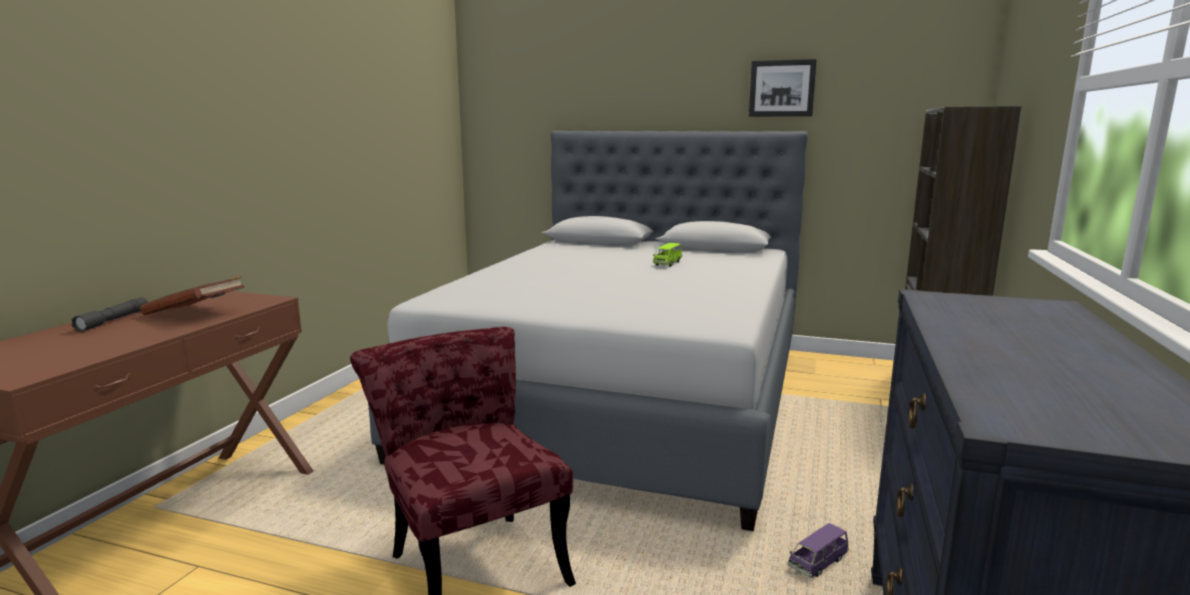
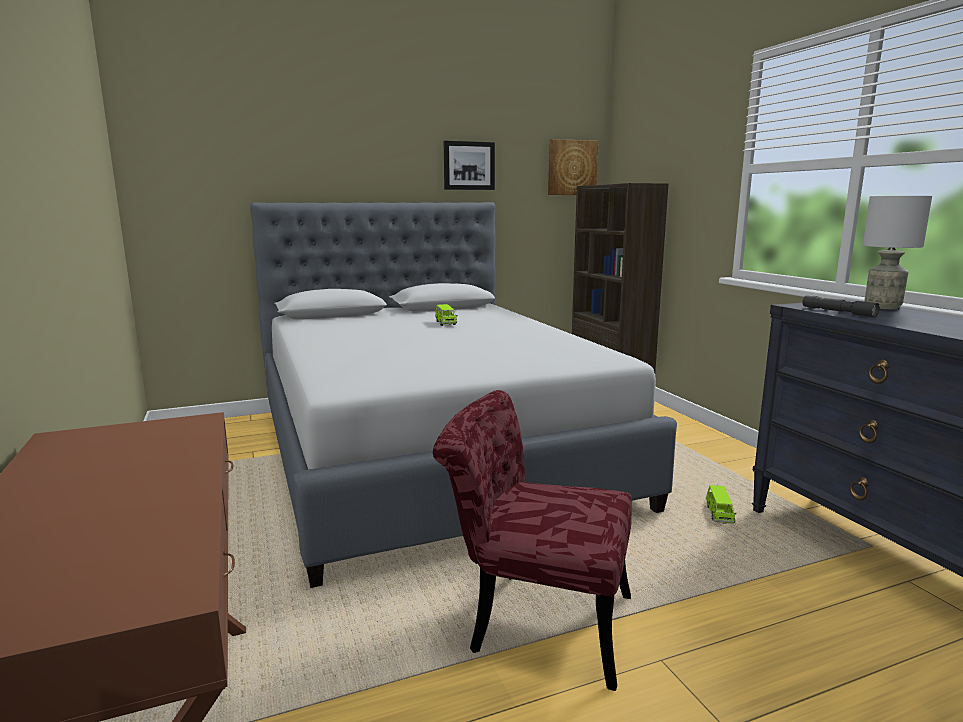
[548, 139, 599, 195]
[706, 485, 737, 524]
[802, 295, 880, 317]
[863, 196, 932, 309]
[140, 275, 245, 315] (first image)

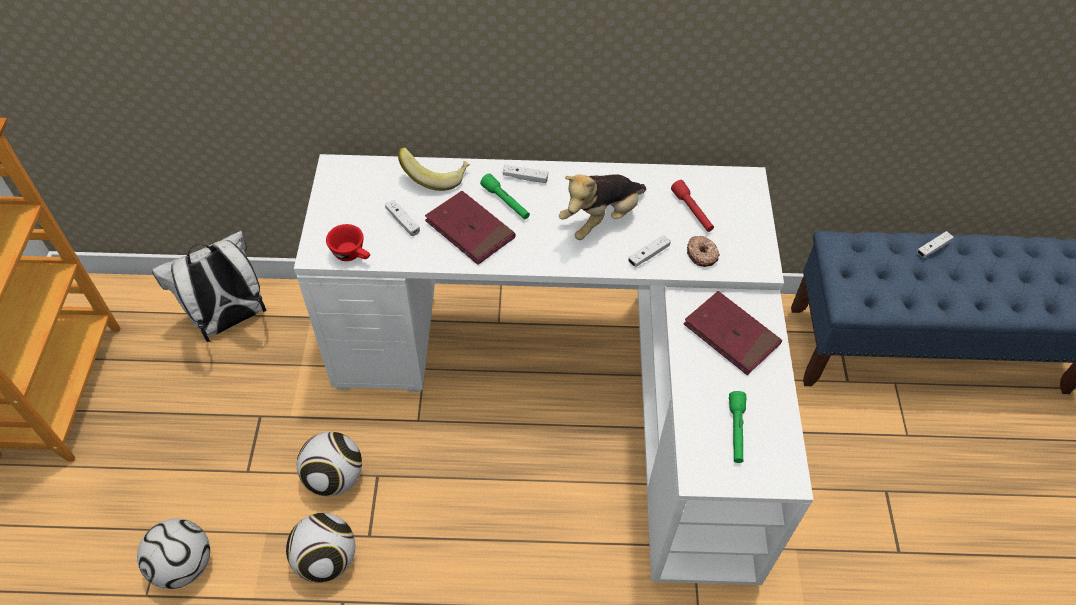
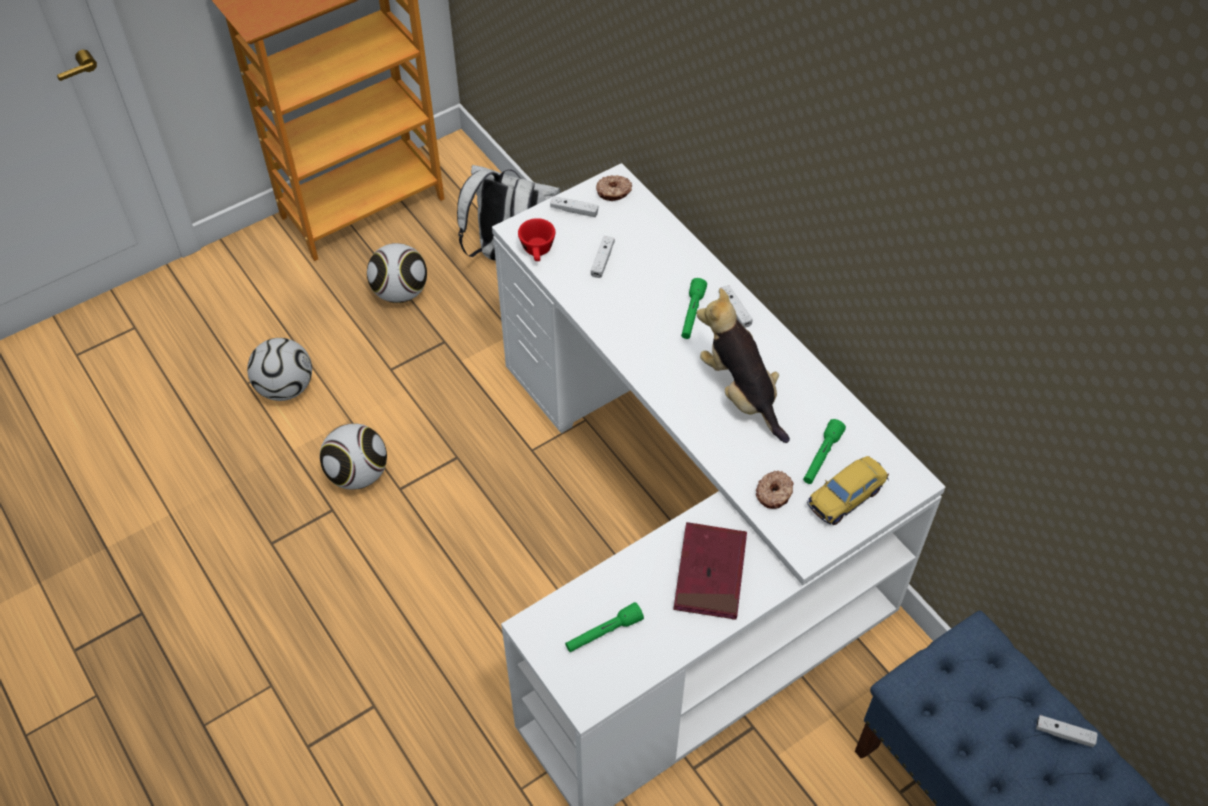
[367, 243, 427, 303]
[550, 196, 599, 217]
[596, 175, 632, 201]
[696, 288, 790, 443]
[803, 419, 846, 484]
[807, 456, 889, 525]
[398, 147, 470, 191] (first image)
[425, 191, 515, 265] (first image)

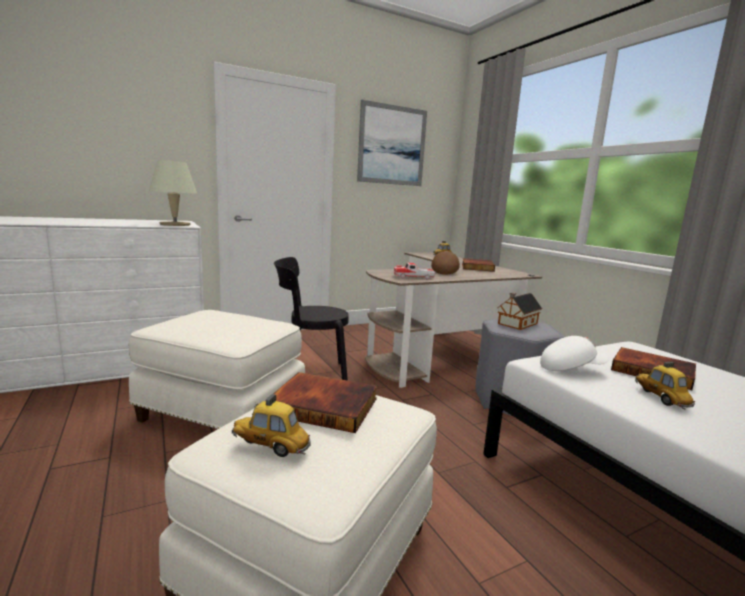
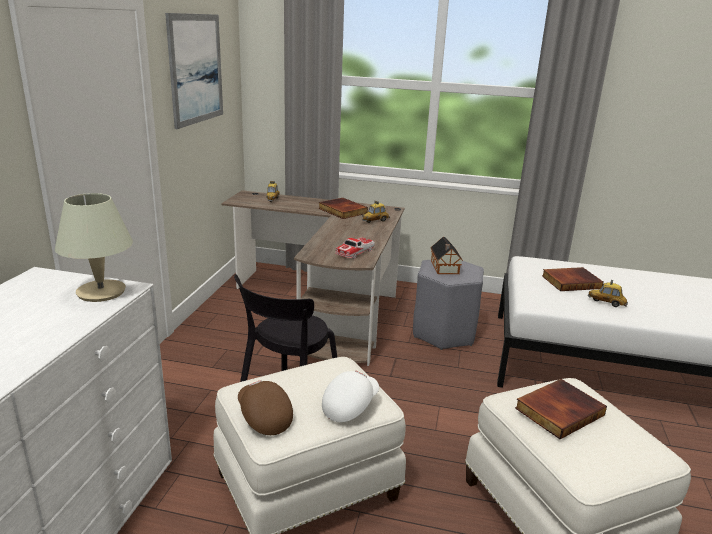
[238, 380, 293, 435]
[322, 371, 379, 422]
[362, 201, 390, 223]

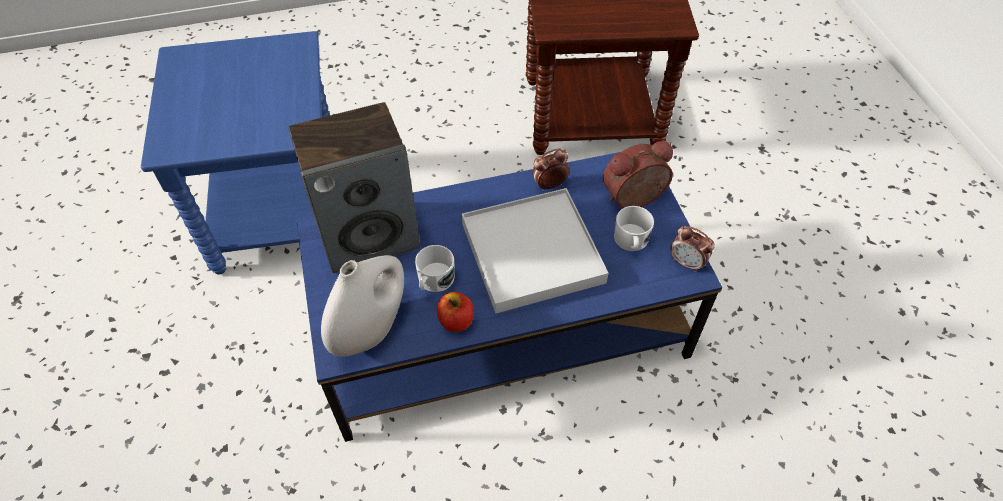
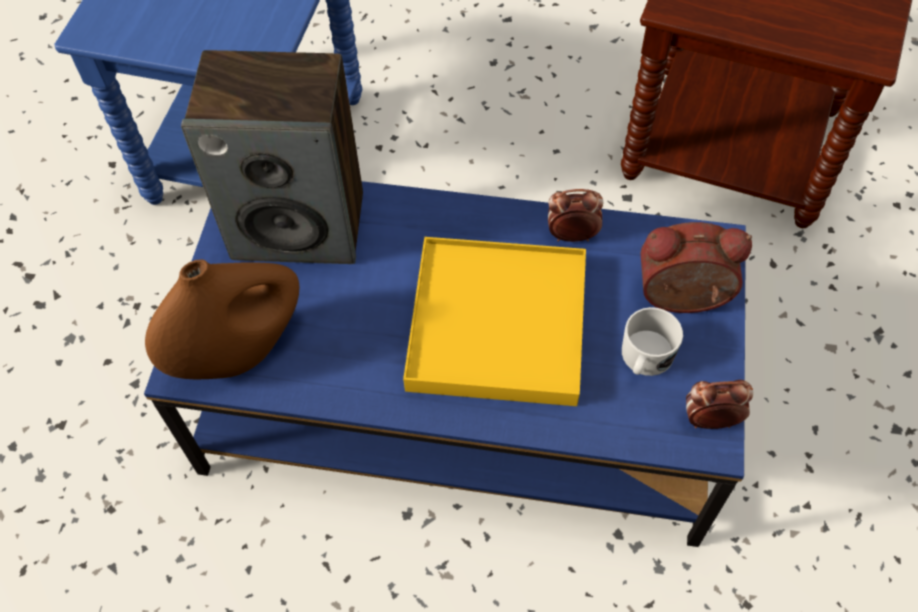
[145, 259, 299, 379]
[403, 237, 586, 406]
[686, 380, 753, 429]
[415, 245, 454, 292] (first image)
[437, 292, 474, 332] (first image)

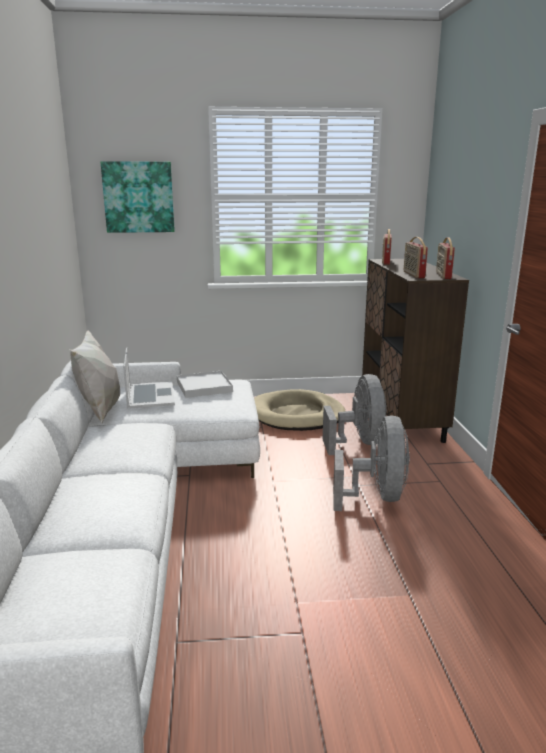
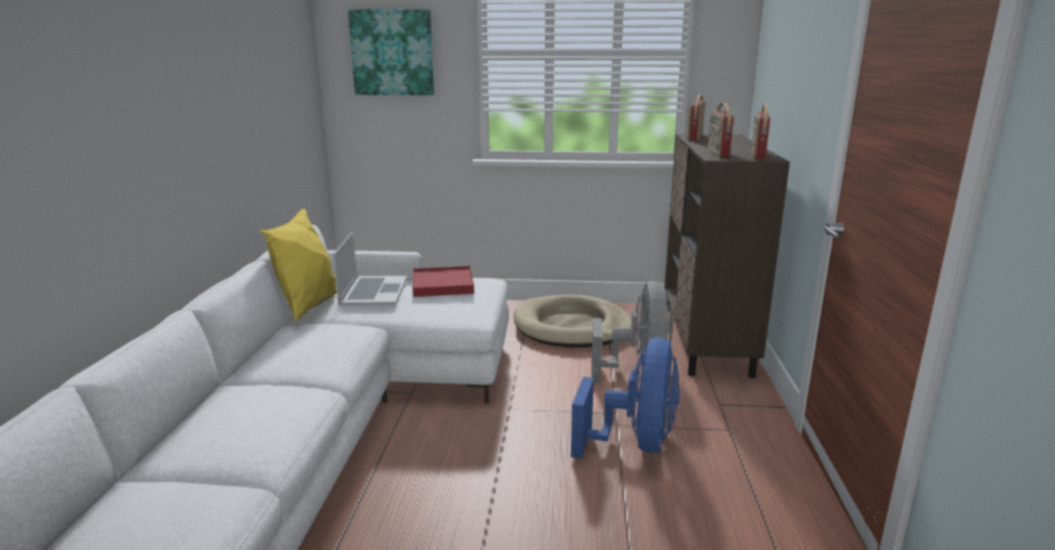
[260, 209, 337, 323]
[413, 266, 474, 297]
[571, 338, 680, 459]

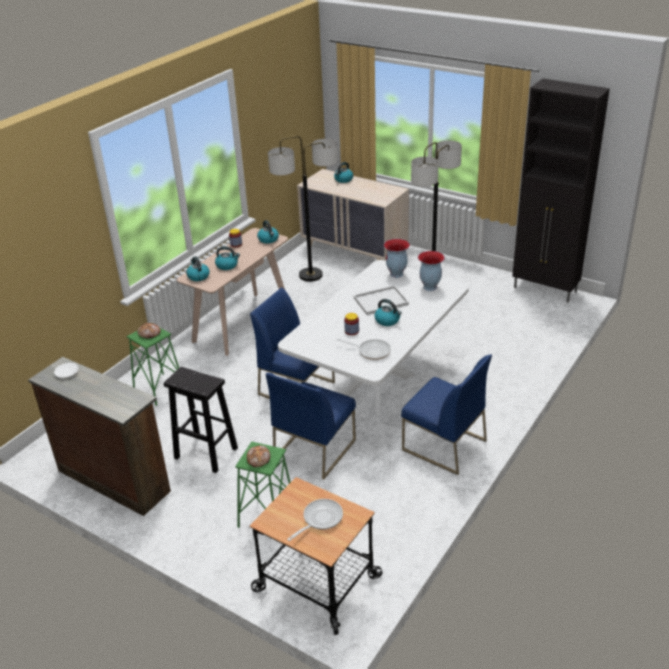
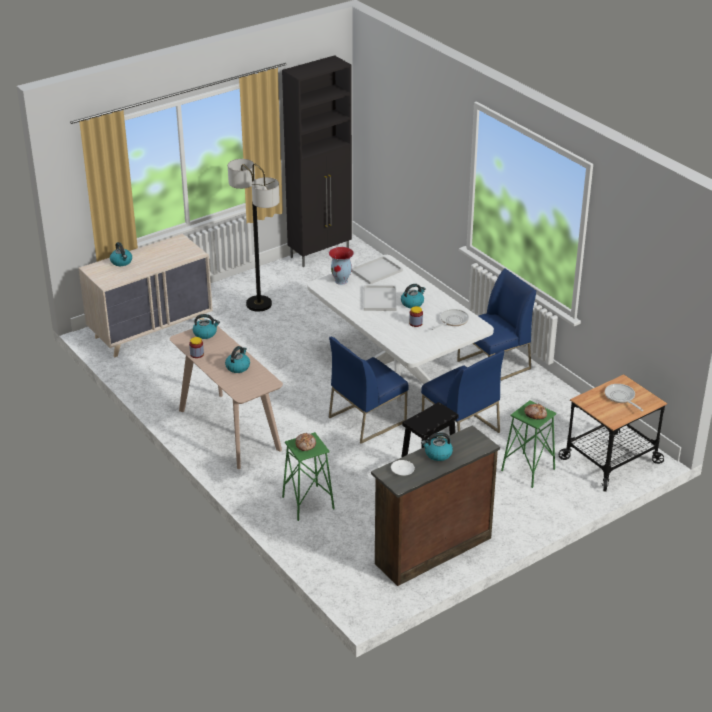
[351, 256, 403, 284]
[421, 432, 453, 461]
[268, 136, 338, 282] (first image)

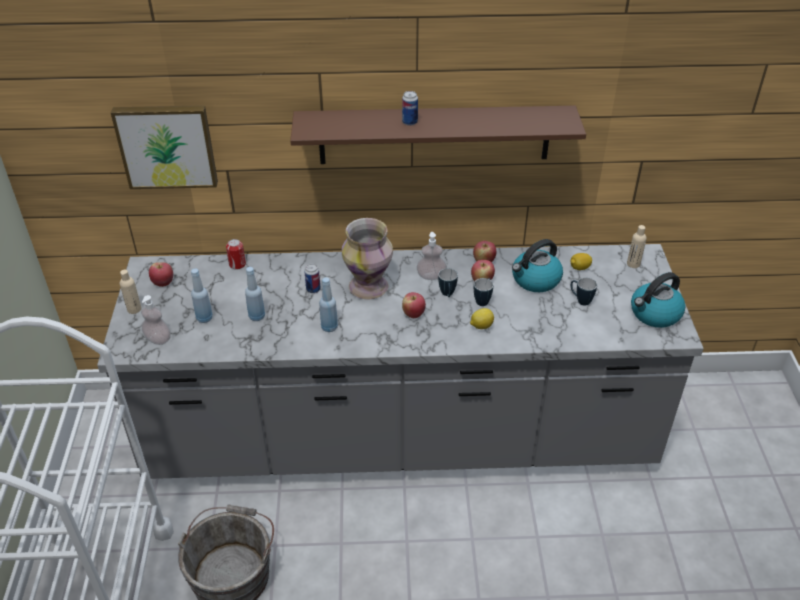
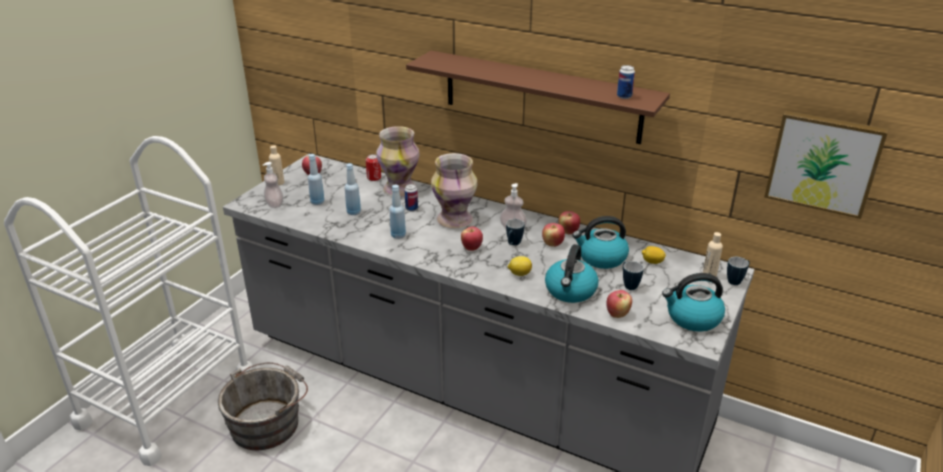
[376, 126, 420, 196]
[545, 244, 599, 303]
[606, 290, 632, 318]
[617, 65, 635, 99]
[727, 257, 750, 285]
[764, 111, 888, 219]

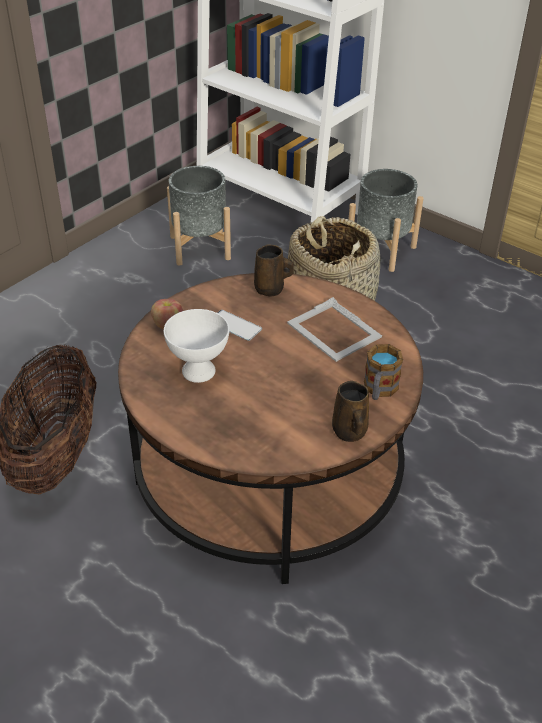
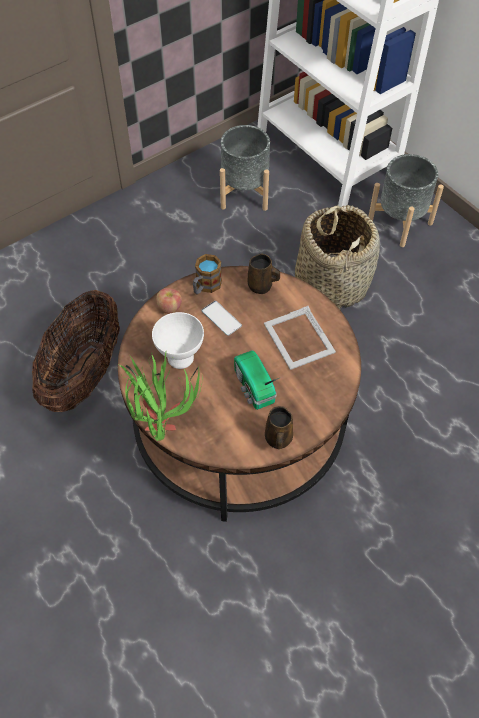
[118, 352, 203, 441]
[193, 254, 222, 295]
[234, 350, 279, 410]

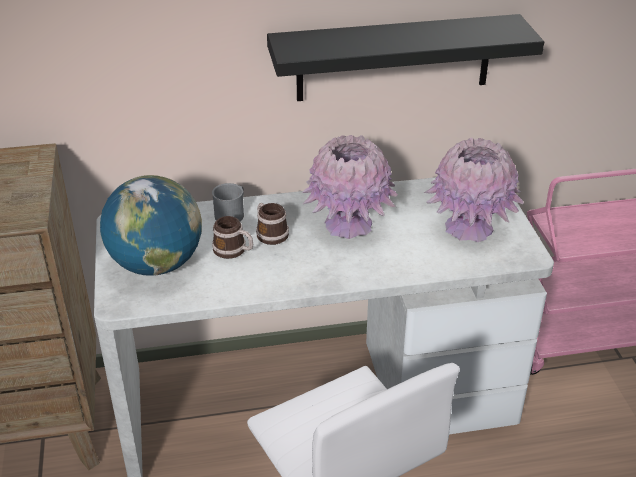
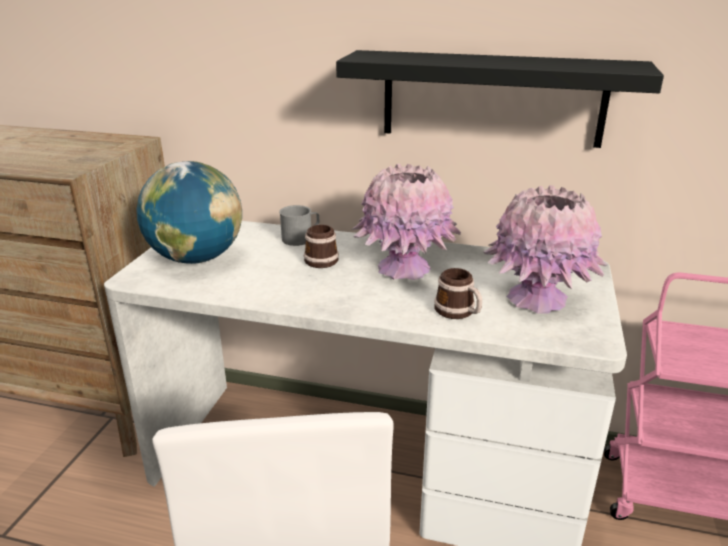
[434, 268, 482, 319]

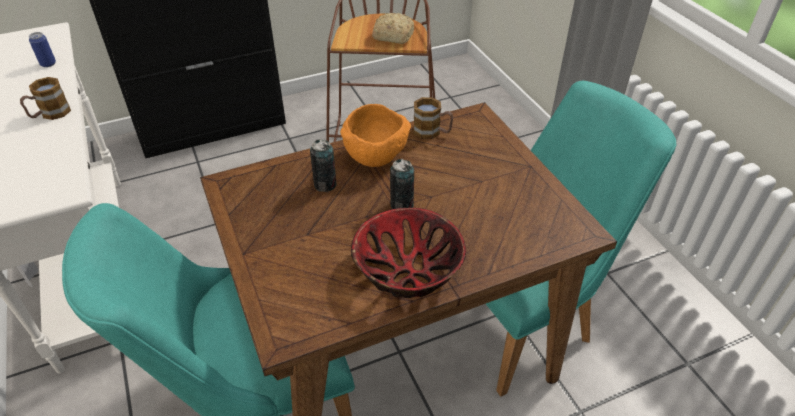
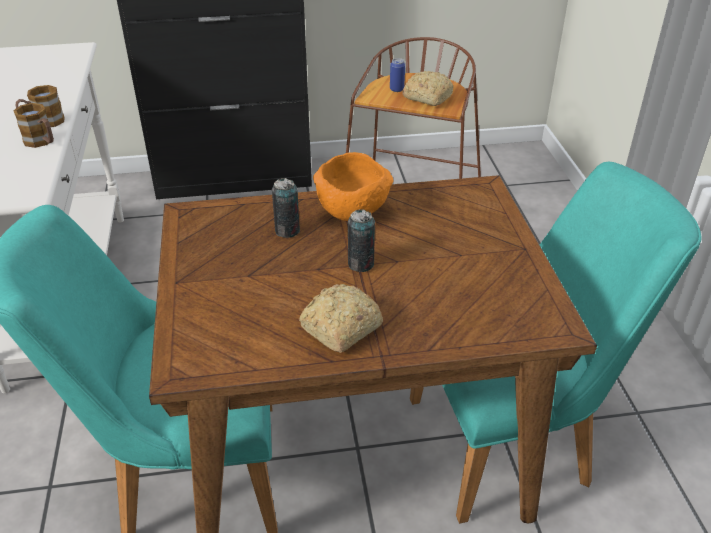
[13, 103, 54, 148]
[299, 284, 383, 353]
[390, 58, 405, 92]

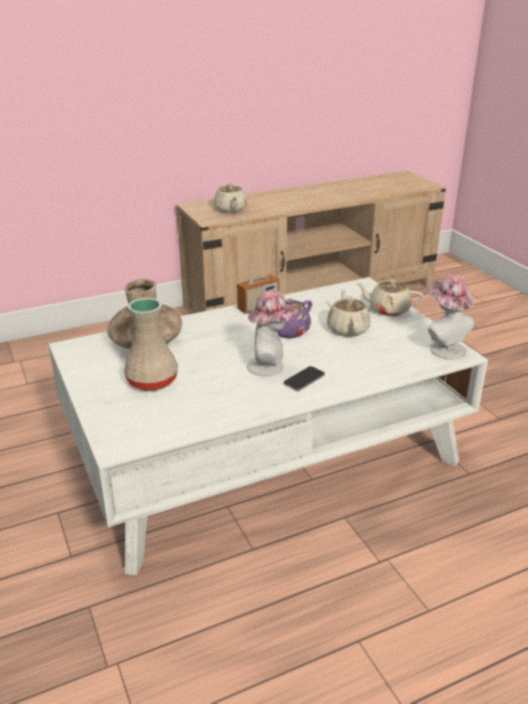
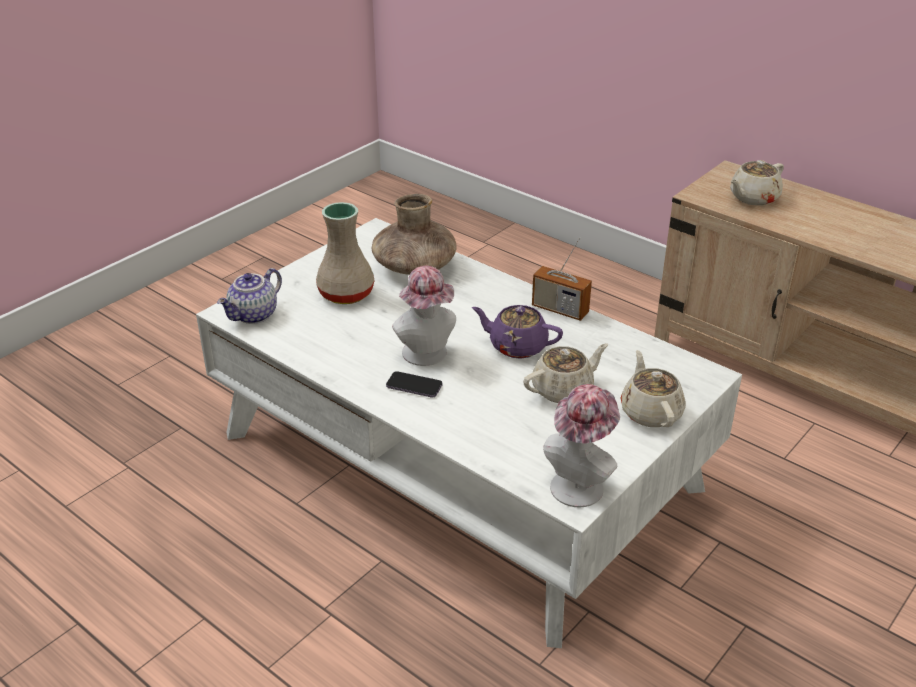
[217, 268, 282, 324]

